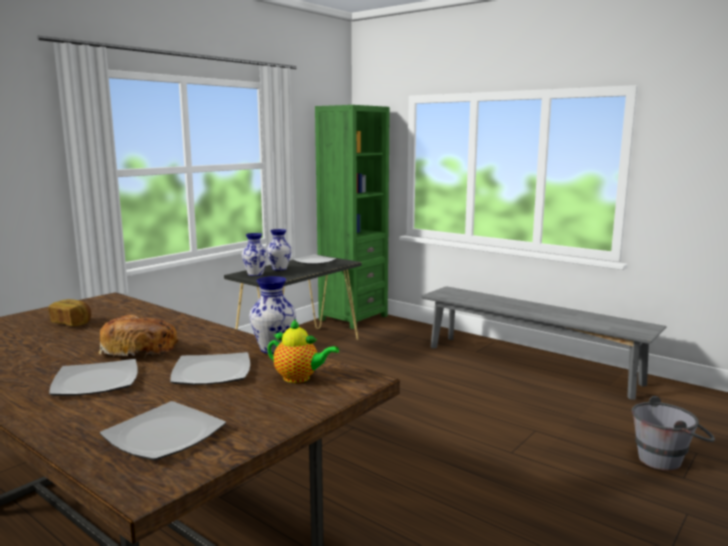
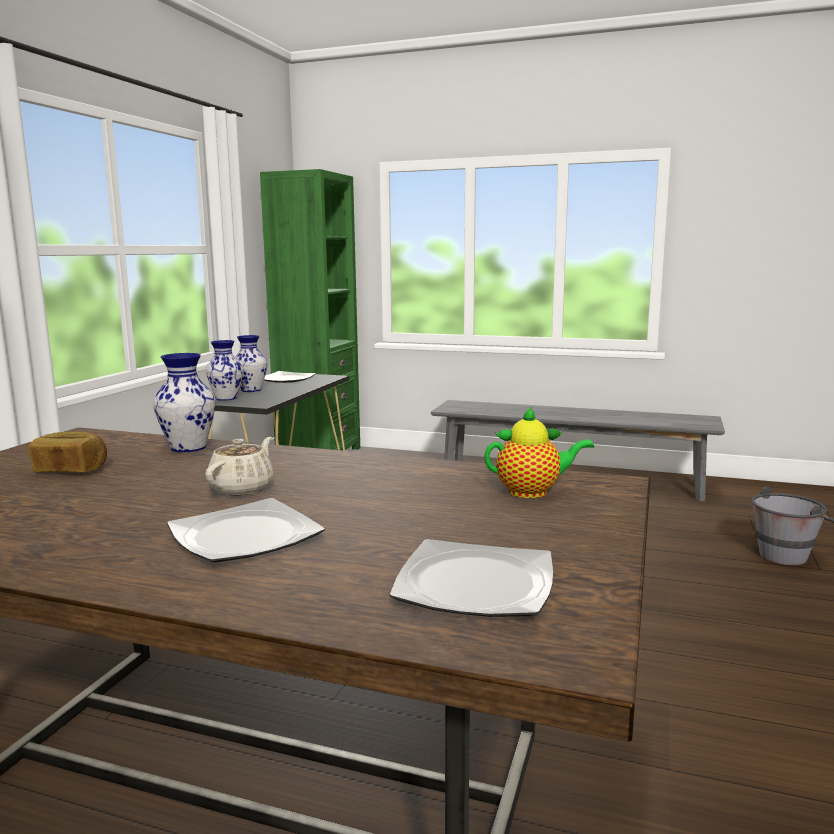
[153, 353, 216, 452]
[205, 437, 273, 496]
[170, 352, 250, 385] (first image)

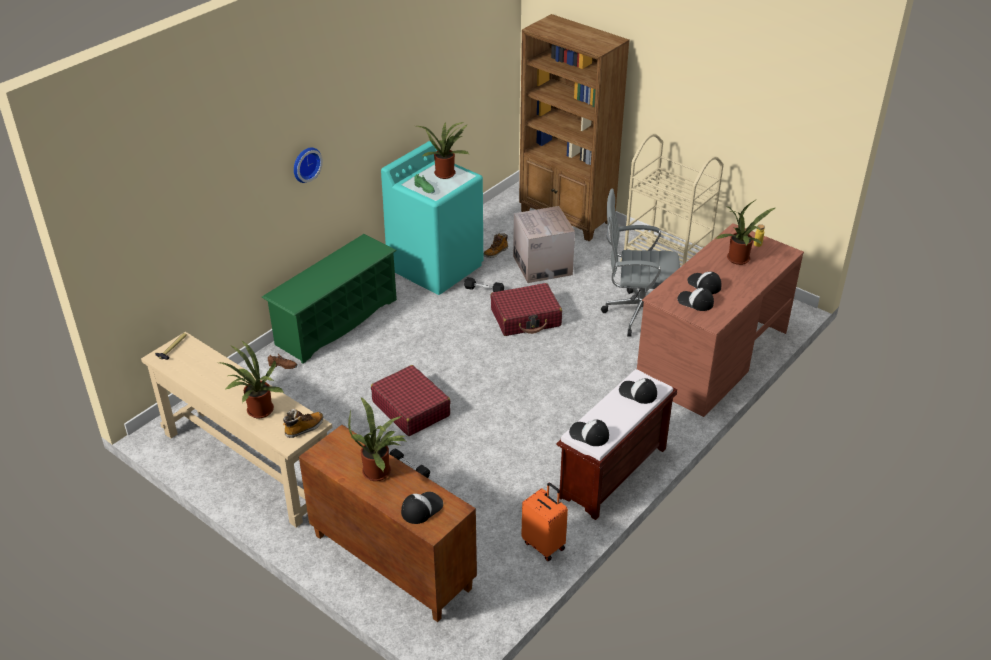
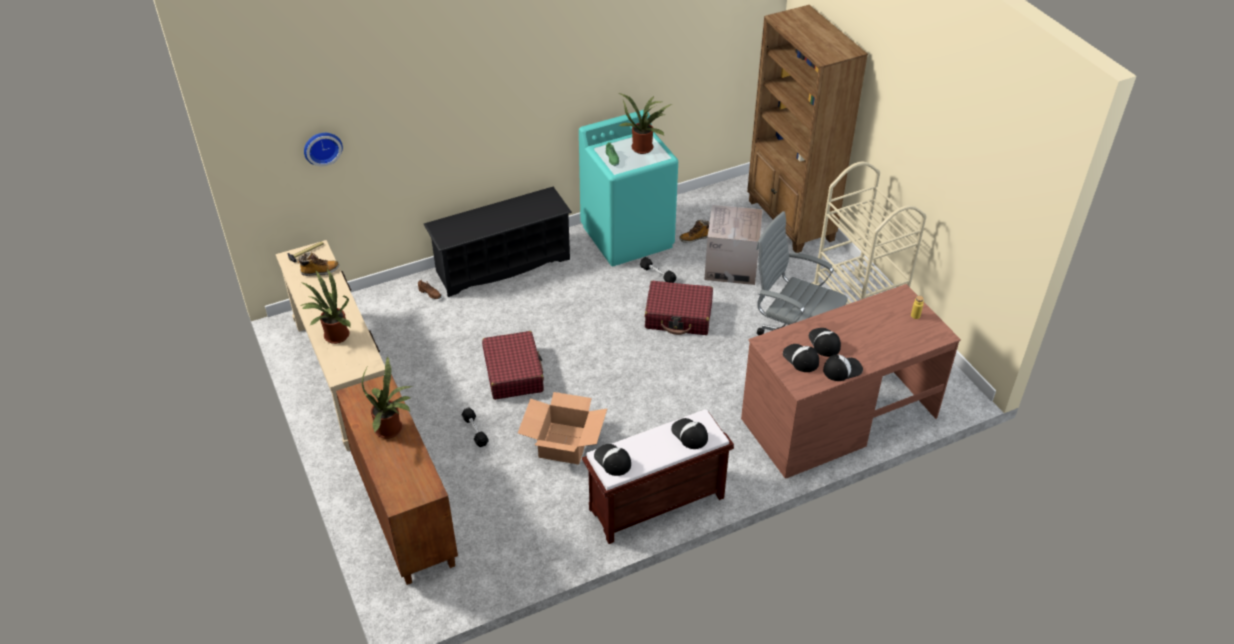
[298, 251, 339, 276]
[304, 133, 343, 166]
[424, 187, 572, 297]
[518, 392, 607, 464]
[823, 354, 863, 381]
[521, 482, 568, 561] (first image)
[716, 200, 775, 265] (first image)

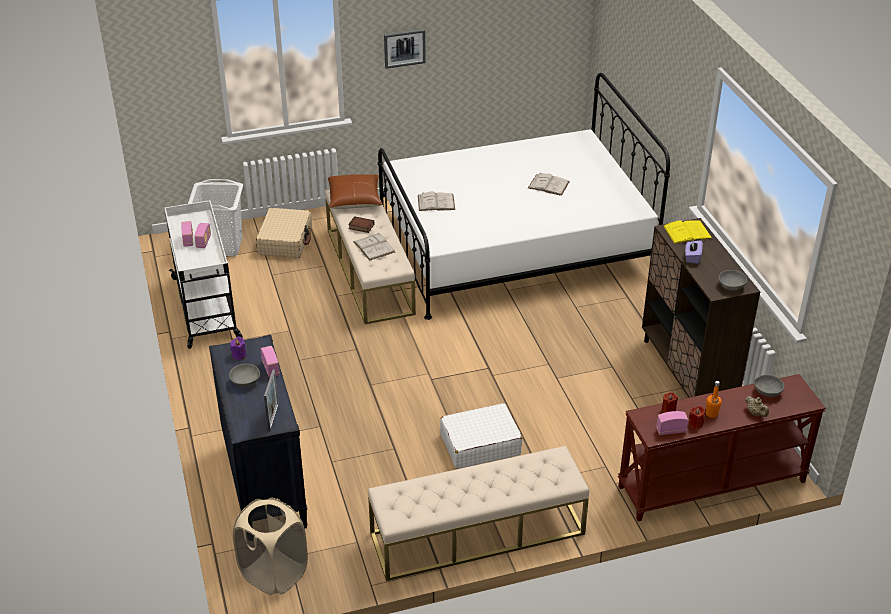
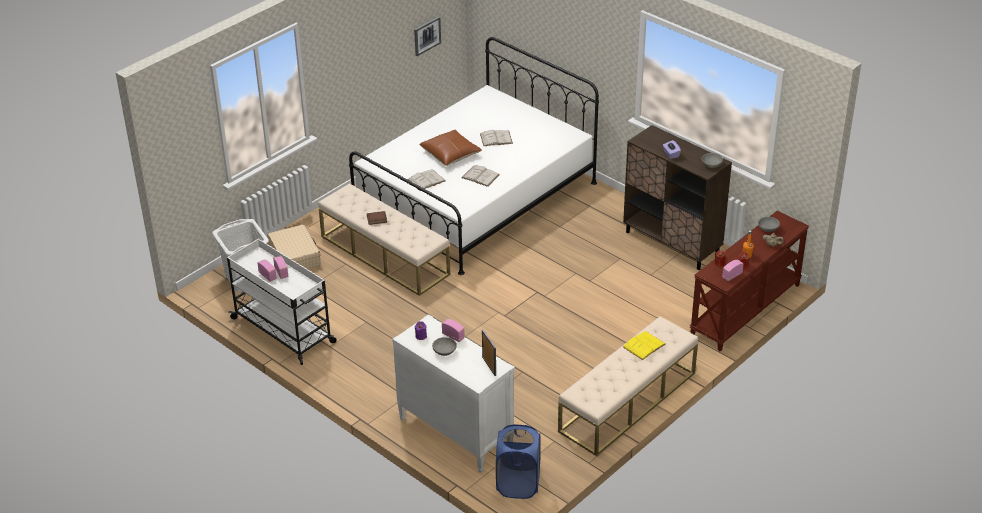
[392, 314, 515, 473]
[414, 16, 441, 56]
[419, 130, 482, 166]
[462, 165, 500, 187]
[496, 424, 541, 499]
[623, 331, 665, 360]
[440, 403, 522, 469] (first image)

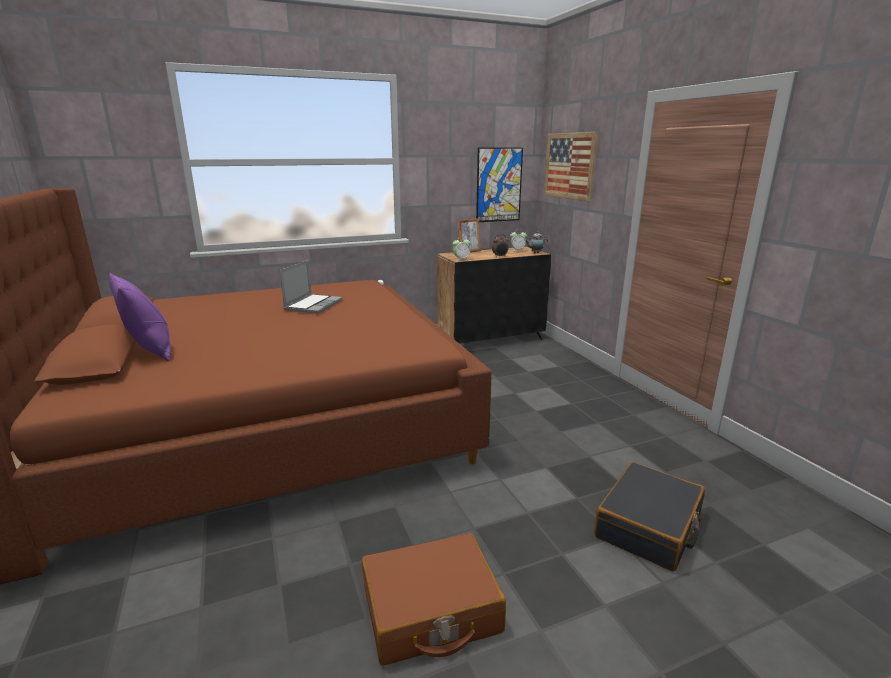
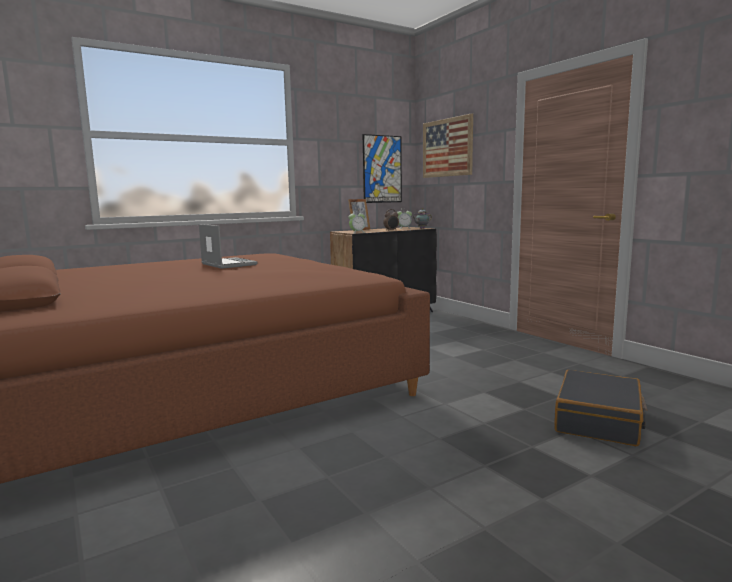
[199, 224, 258, 269]
[109, 273, 171, 361] (first image)
[362, 533, 506, 666] (first image)

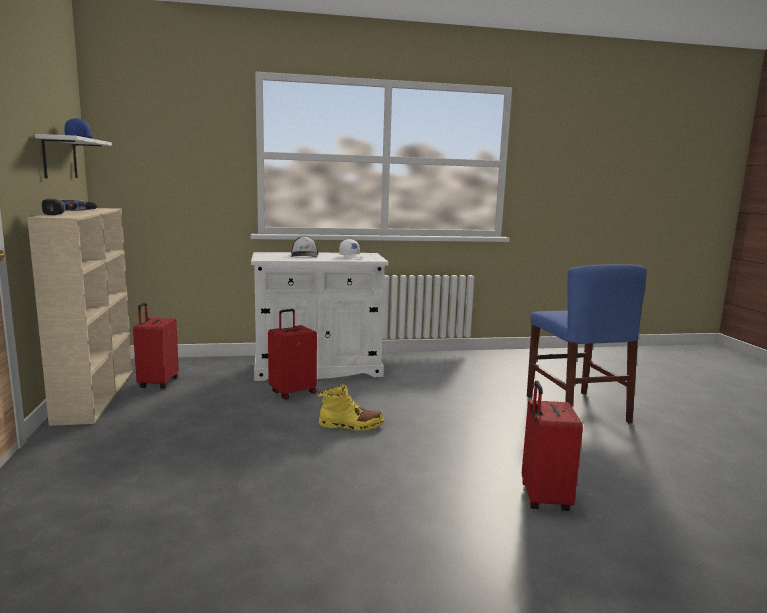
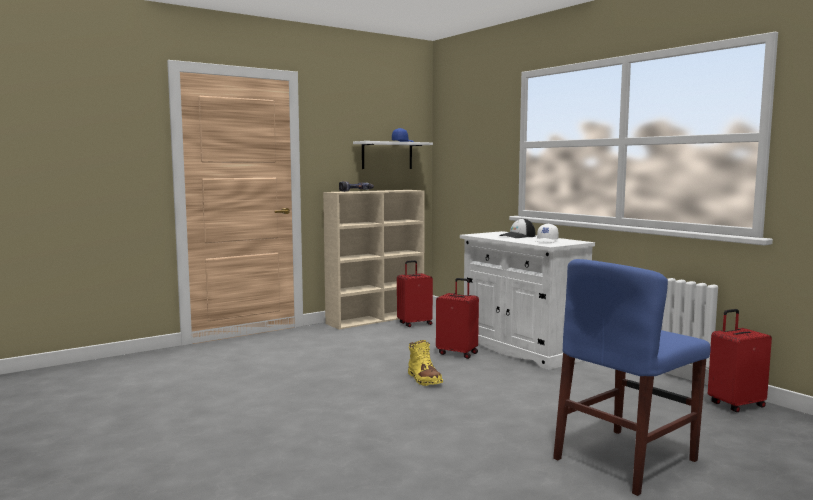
[708, 309, 772, 412]

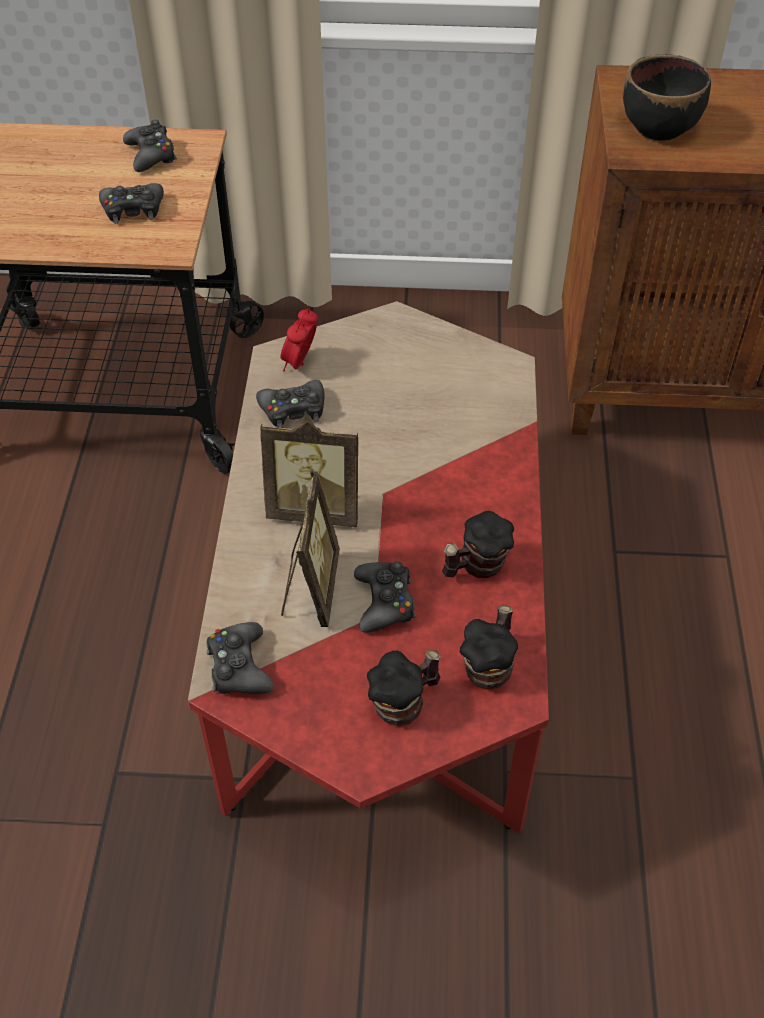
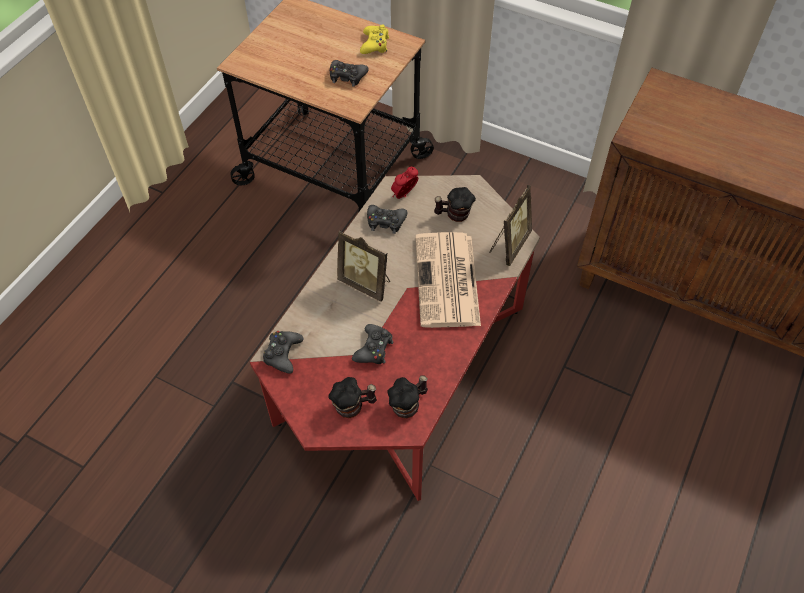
[360, 24, 389, 54]
[415, 232, 481, 328]
[434, 187, 476, 222]
[489, 185, 532, 266]
[623, 54, 711, 141] (first image)

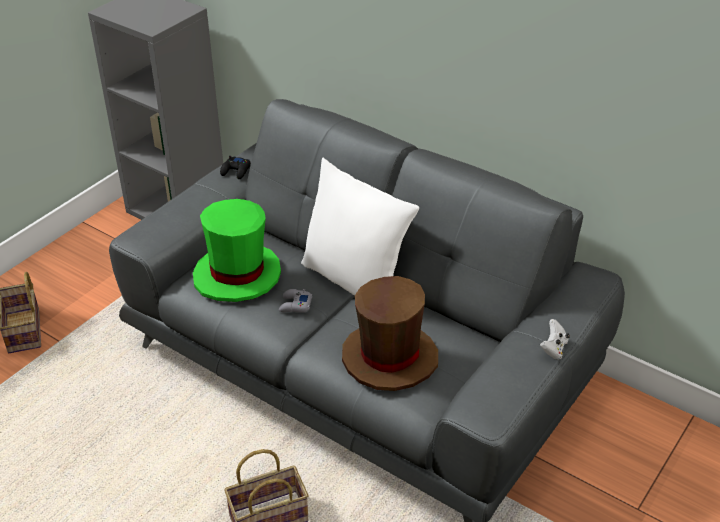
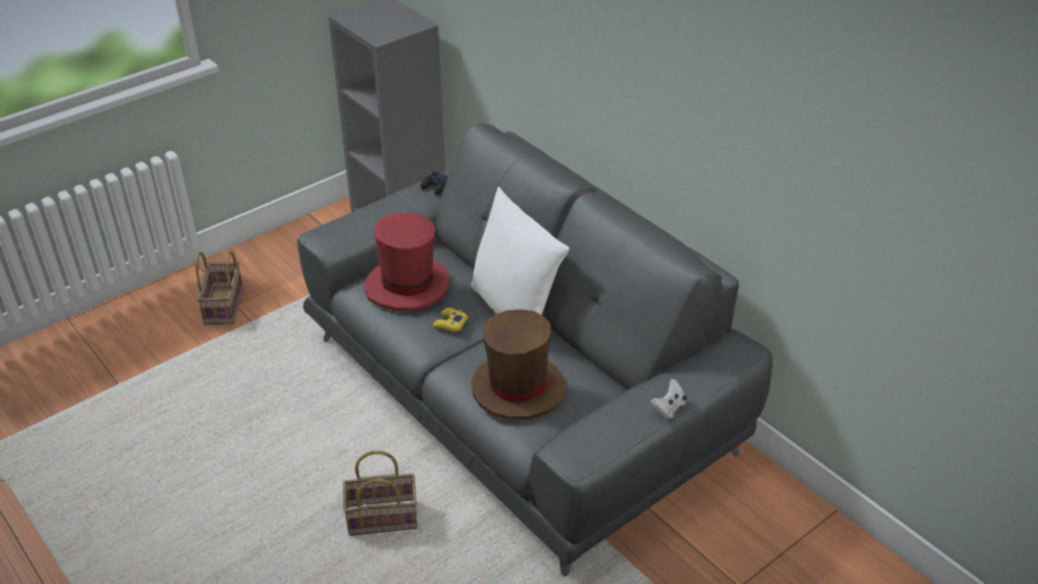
[364, 213, 450, 311]
[433, 308, 468, 332]

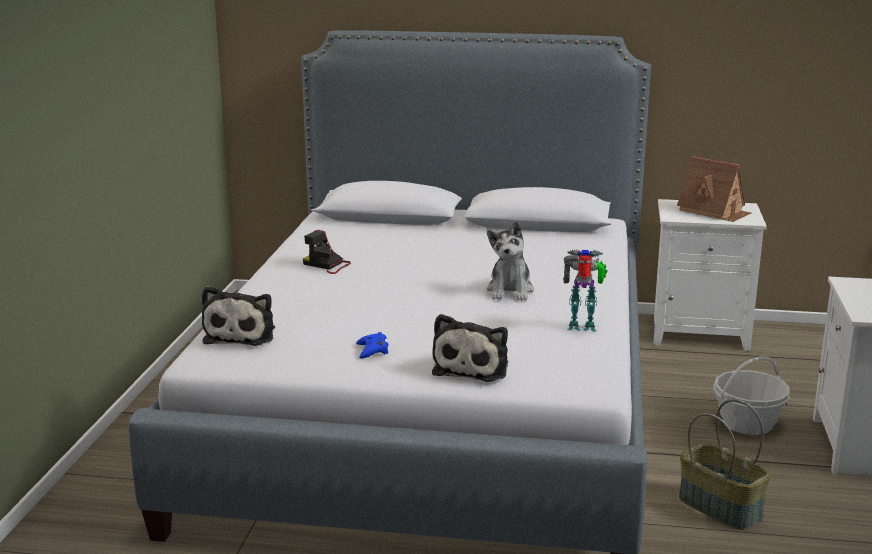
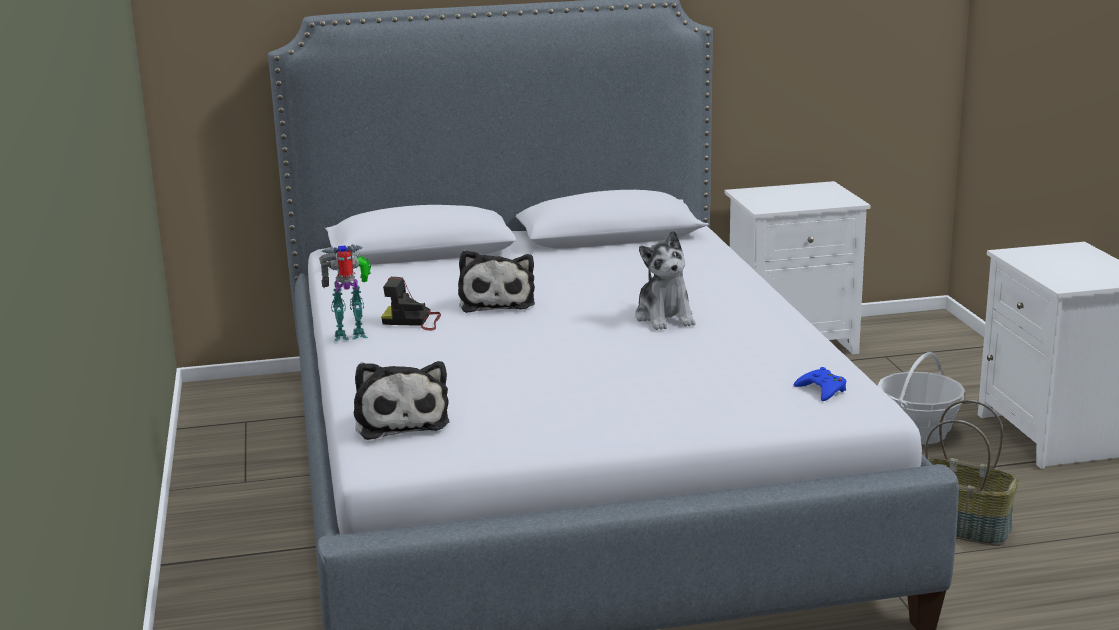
[319, 244, 371, 341]
[458, 250, 535, 313]
[794, 367, 846, 401]
[677, 156, 751, 222] (first image)

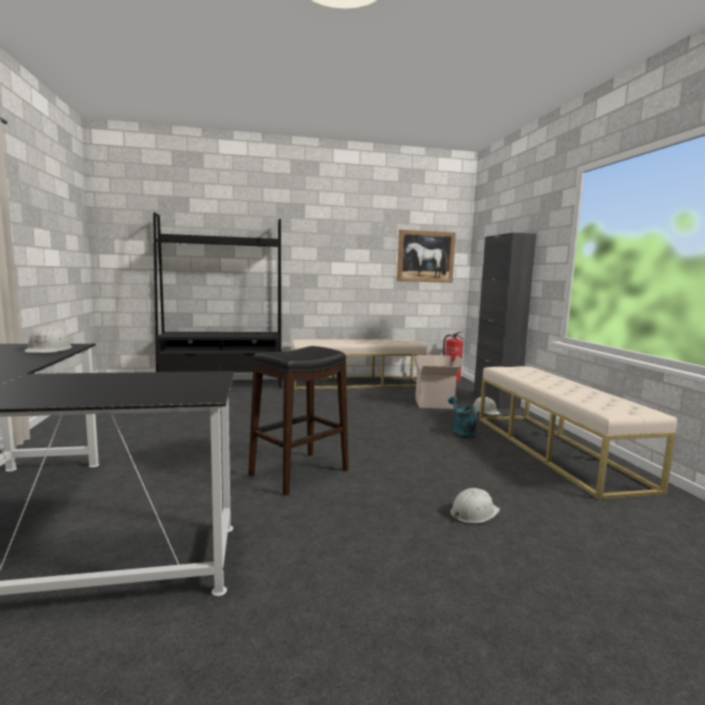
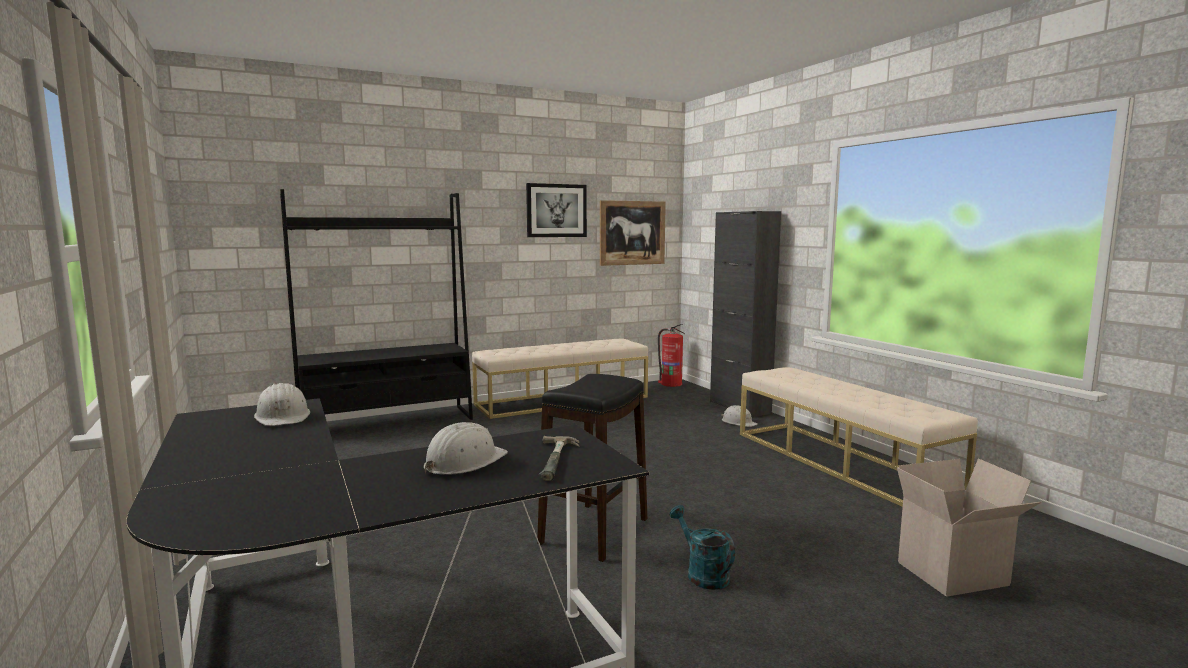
[424, 422, 508, 475]
[526, 183, 587, 237]
[539, 436, 580, 481]
[669, 505, 735, 590]
[897, 458, 1041, 597]

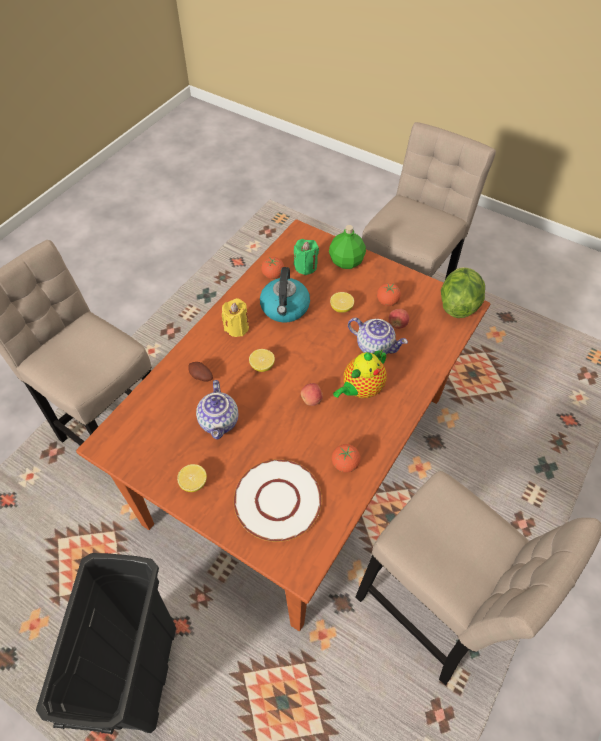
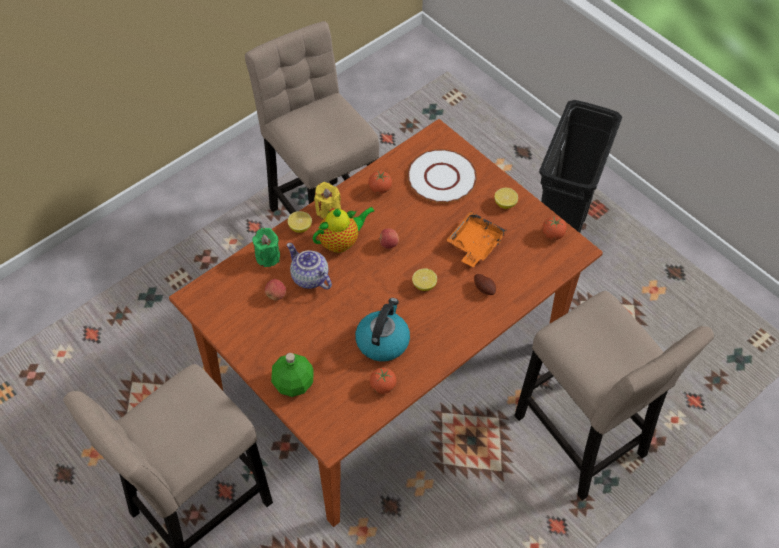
[252, 228, 280, 267]
[288, 211, 312, 233]
[314, 182, 341, 220]
[446, 211, 507, 267]
[542, 217, 567, 240]
[441, 267, 485, 318] (first image)

